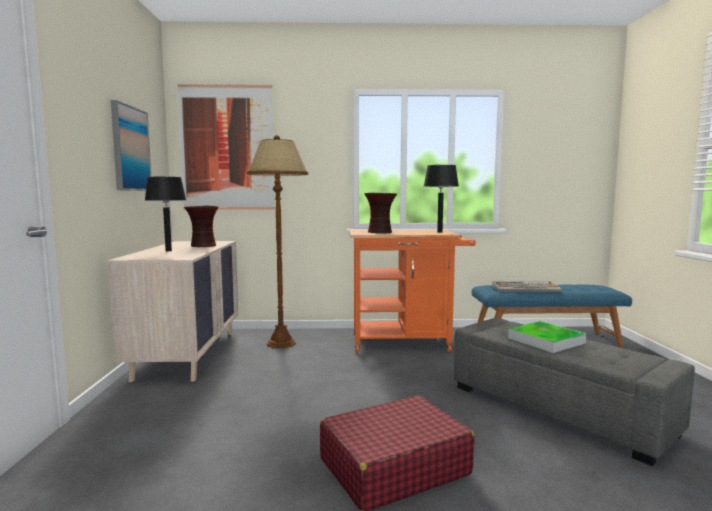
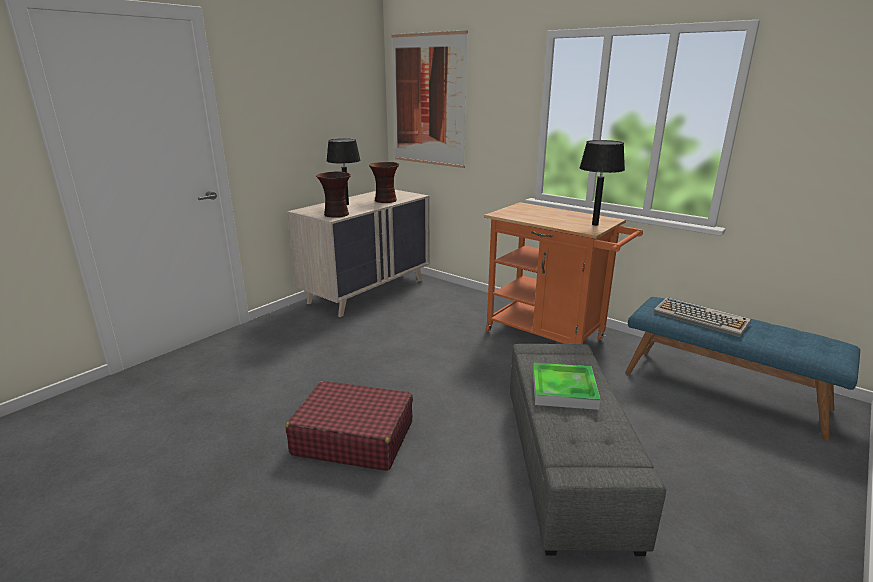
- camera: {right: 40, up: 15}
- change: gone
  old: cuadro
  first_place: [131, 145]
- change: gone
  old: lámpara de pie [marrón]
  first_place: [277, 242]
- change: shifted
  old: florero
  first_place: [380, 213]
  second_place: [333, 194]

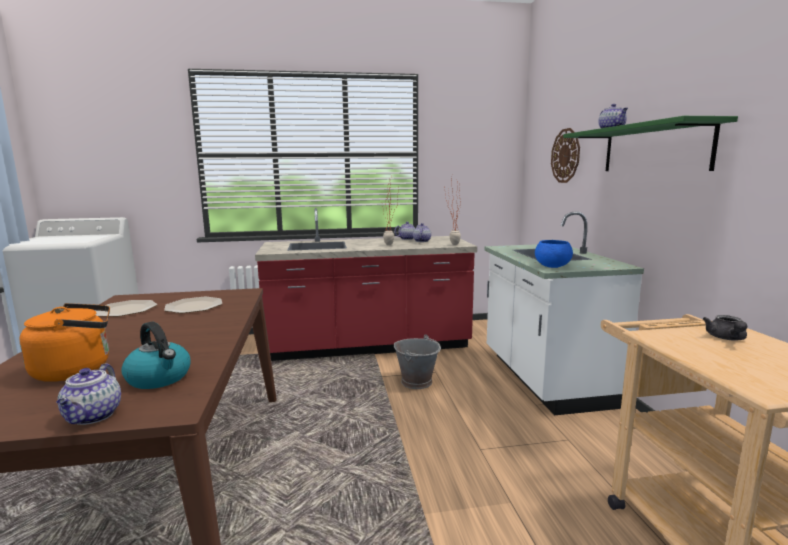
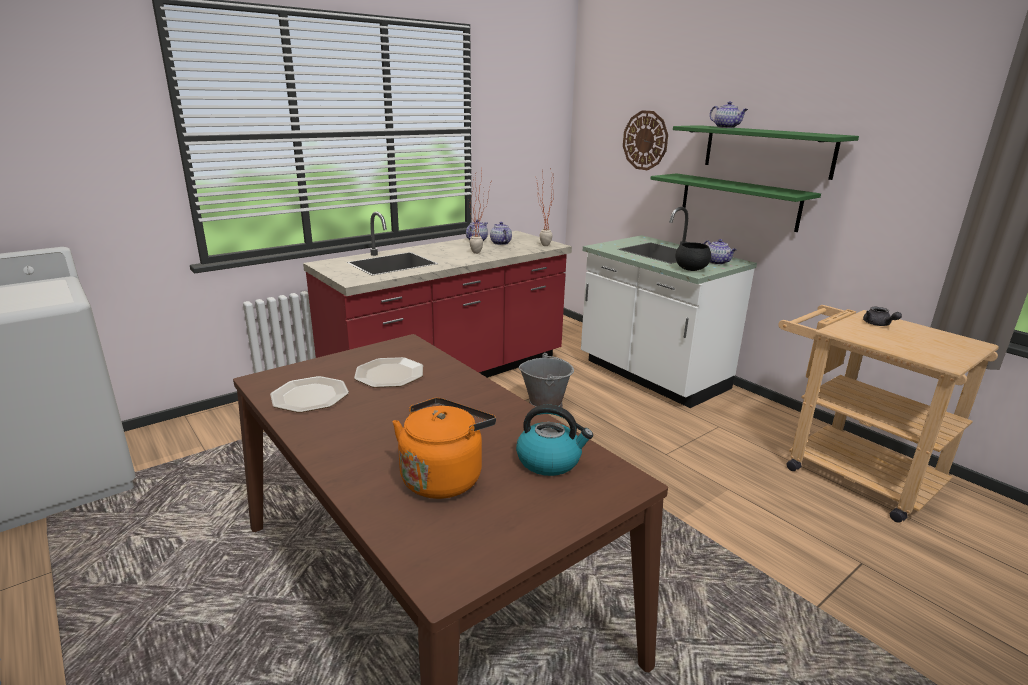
- camera: {right: -30, up: 10}
- change: repainted
  old: cuenco [azul]
  new: cuenco [negro]
  first_place: [554, 254]
  second_place: [693, 256]
- change: shifted
  old: tetera
  first_place: [88, 394]
  second_place: [720, 252]
- change: new
  new: estante [verde]
  second_place: [735, 202]

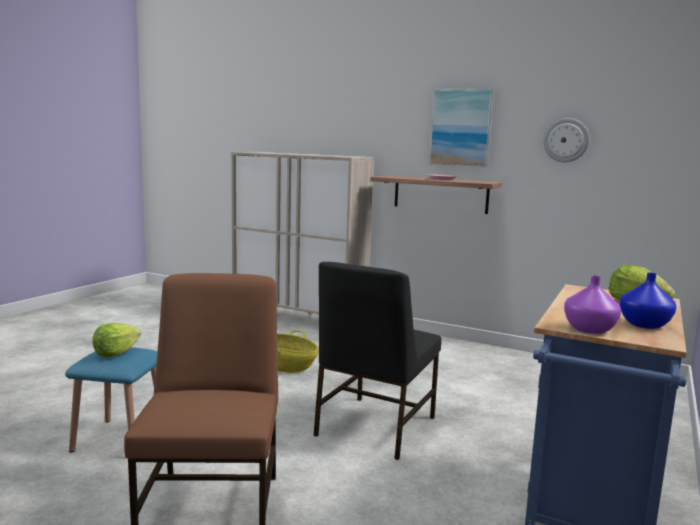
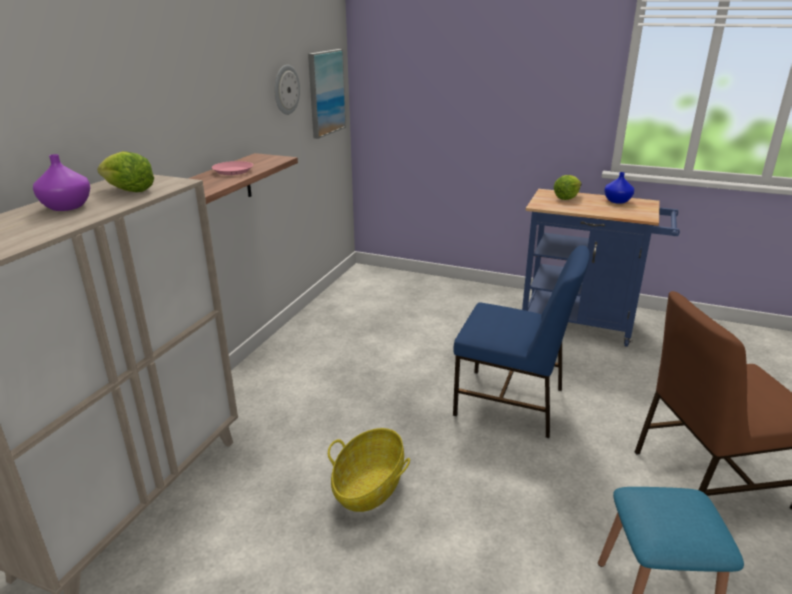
- camera: {right: -95, up: 15}
- change: shifted
  old: cuadro
  first_place: [461, 127]
  second_place: [327, 94]
- change: repainted
  old: silla [negro]
  new: silla [azul]
  first_place: [377, 361]
  second_place: [521, 341]
- change: shifted
  old: florero [morado]
  first_place: [592, 304]
  second_place: [61, 182]
- change: shifted
  old: lechuga
  first_place: [116, 340]
  second_place: [125, 171]

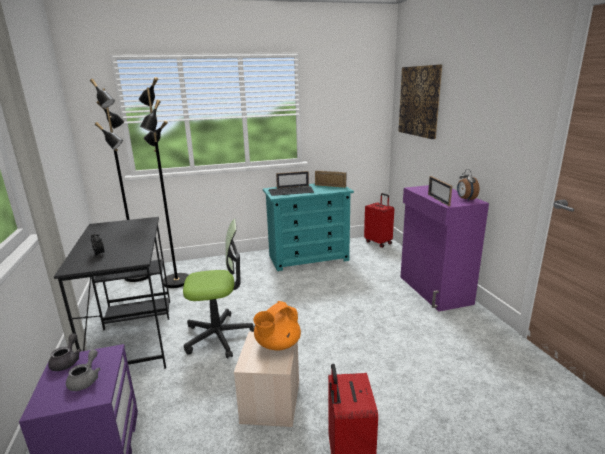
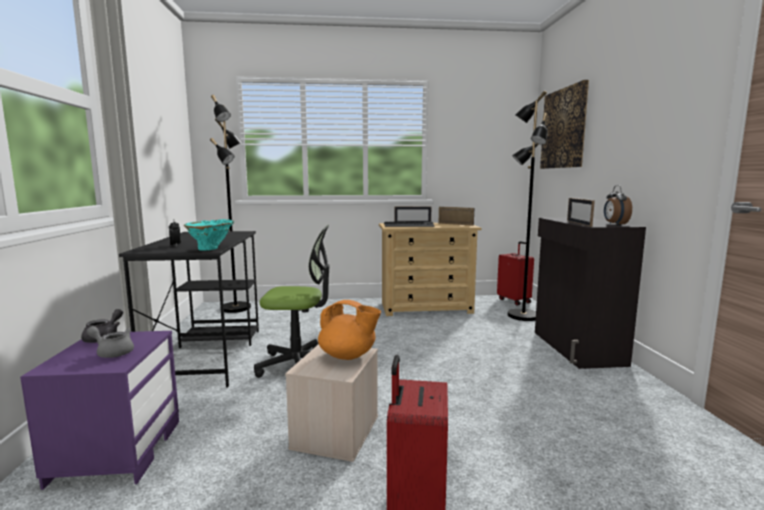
- camera: {right: 10, up: -10}
- change: shifted
  old: lámpara de pie [negro]
  first_place: [164, 182]
  second_place: [528, 206]
- change: repainted
  old: cómoda [turquesa]
  new: cómoda [beis]
  first_place: [308, 227]
  second_place: [430, 269]
- change: repainted
  old: armario [morado]
  new: armario [negro]
  first_place: [444, 248]
  second_place: [590, 293]
- change: rotated
  old: tetera [naranja]
  first_place: [277, 326]
  second_place: [349, 330]
  degrees: -120
- change: rotated
  old: tetera [gris]
  first_place: [83, 370]
  second_place: [110, 342]
  degrees: -90
- change: new
  new: florero [turquesa]
  second_place: [208, 235]

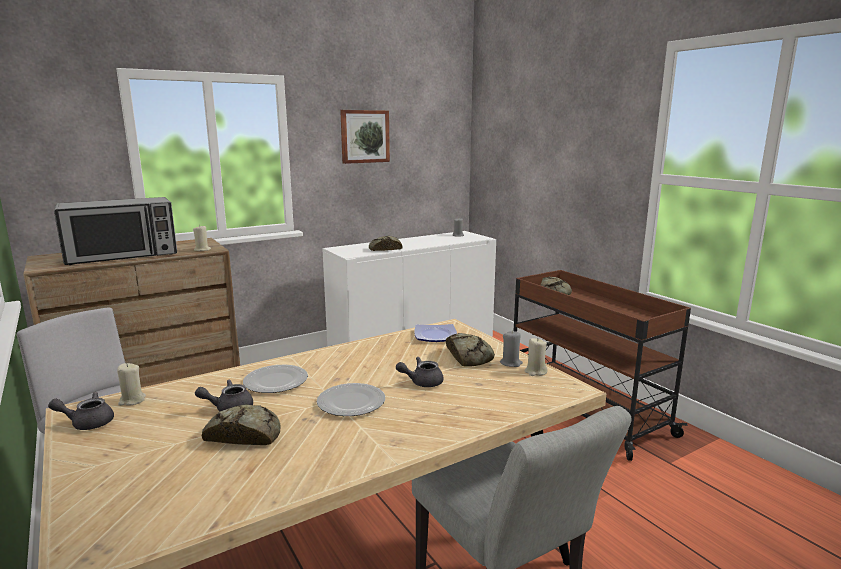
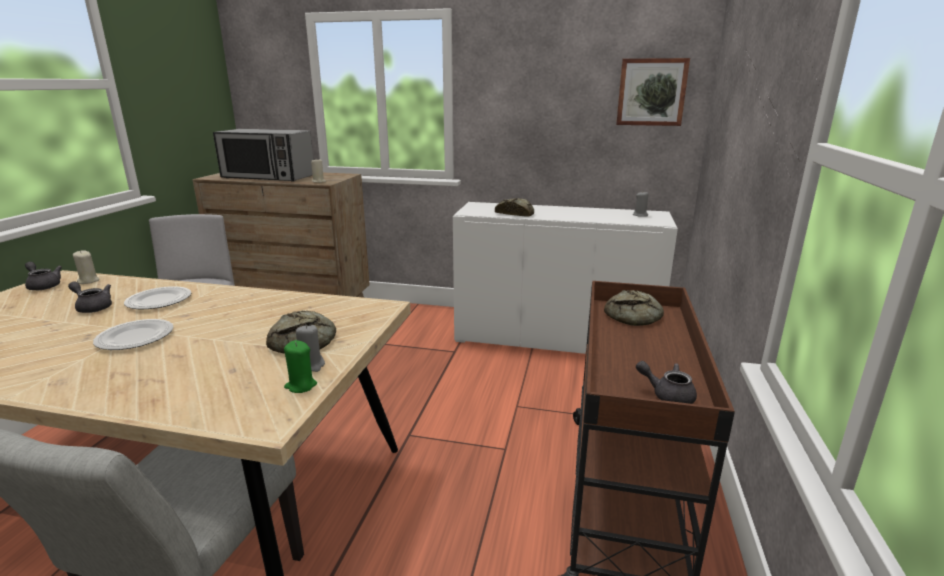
- camera: {right: 45, up: 5}
- change: shifted
  old: cuadro
  first_place: [365, 137]
  second_place: [653, 92]
- change: gone
  old: plato
  first_place: [435, 333]
- change: repainted
  old: vela [beis]
  new: vela [verde]
  first_place: [536, 357]
  second_place: [300, 366]
- change: shifted
  old: tetera [gris]
  first_place: [420, 372]
  second_place: [666, 382]
- change: gone
  old: pan
  first_place: [241, 424]

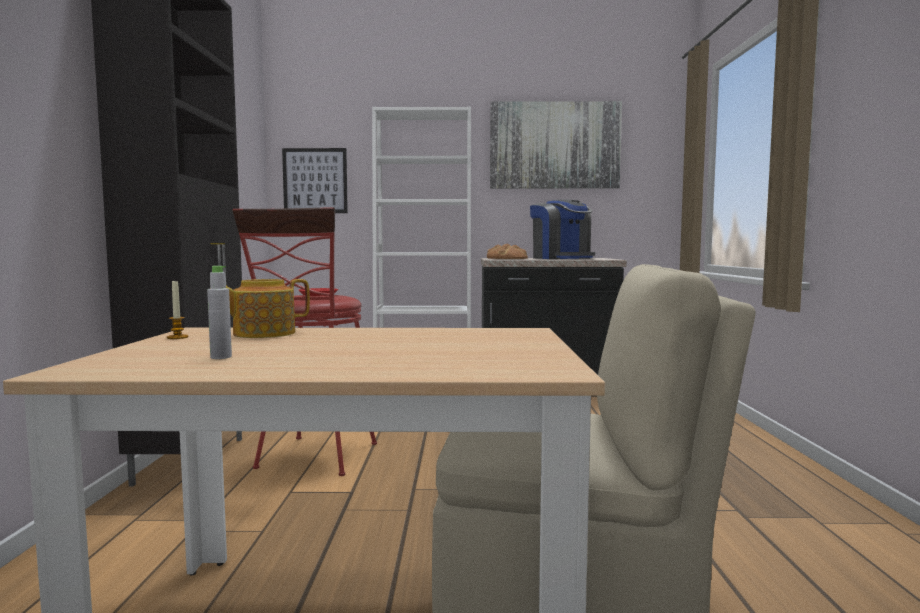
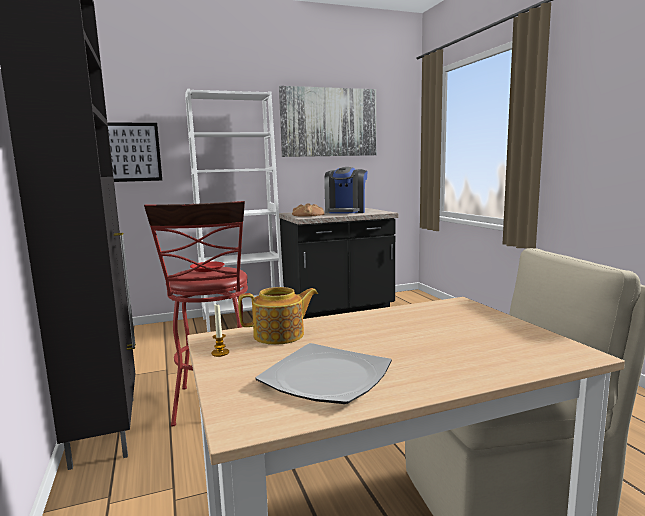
- camera: {right: -20, up: 5}
- change: rotated
  old: cafetera
  first_place: [562, 229]
  second_place: [346, 190]
  degrees: 60
- change: swapped
  old: botella [gris]
  new: plato
  first_place: [219, 312]
  second_place: [323, 373]
- change: rotated
  old: tetera
  first_place: [260, 308]
  second_place: [278, 316]
  degrees: -150

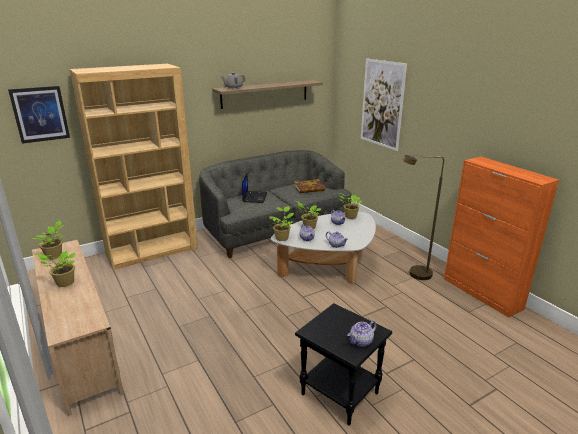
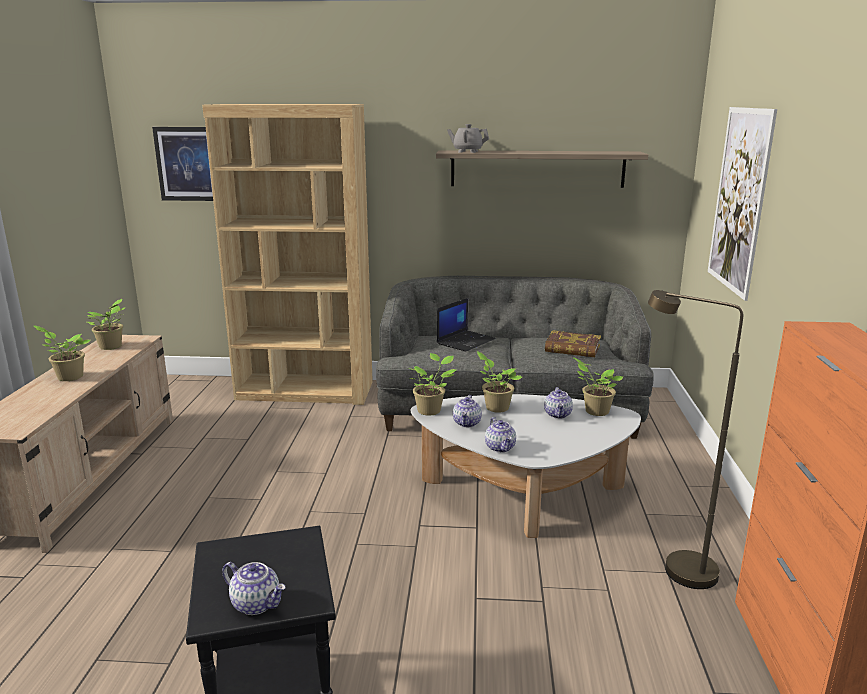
- camera: {right: 35, up: -5}
- change: rotated
  old: tetera
  first_place: [362, 333]
  second_place: [254, 588]
  degrees: -150

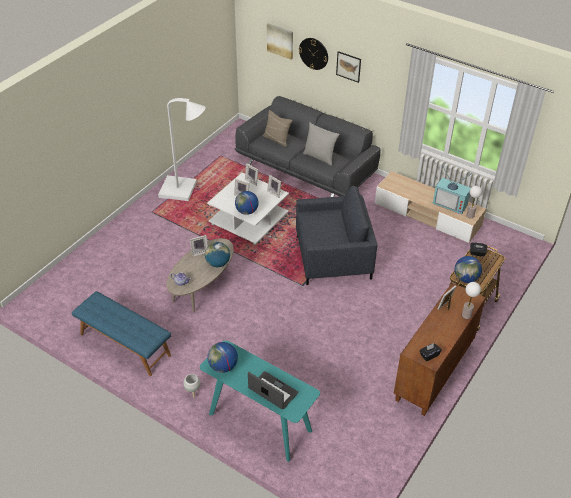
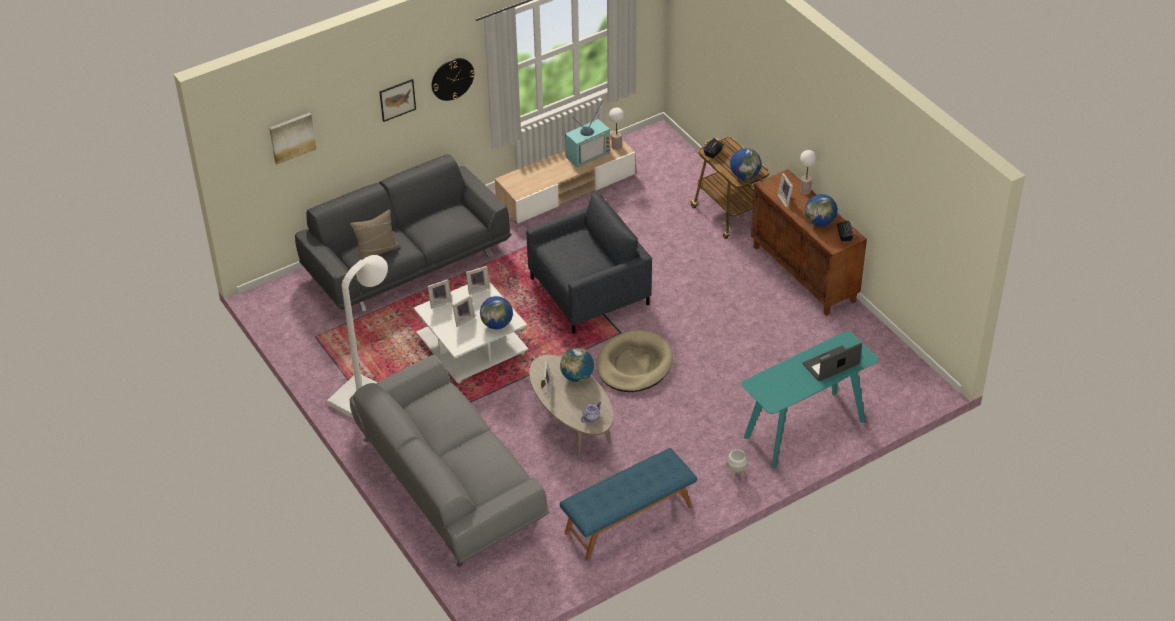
- camera: {right: -65, up: 0}
- change: shifted
  old: reloj de pared
  first_place: [313, 54]
  second_place: [453, 79]
- change: gone
  old: cojín [gris]
  first_place: [321, 144]
- change: rotated
  old: sillón [gris]
  first_place: [337, 235]
  second_place: [589, 263]
  degrees: 45
- change: shifted
  old: globo terráqueo
  first_place: [222, 357]
  second_place: [821, 210]
- change: new
  new: cama para perro [beis]
  second_place: [635, 361]
- change: new
  new: sofá [gris]
  second_place: [449, 461]

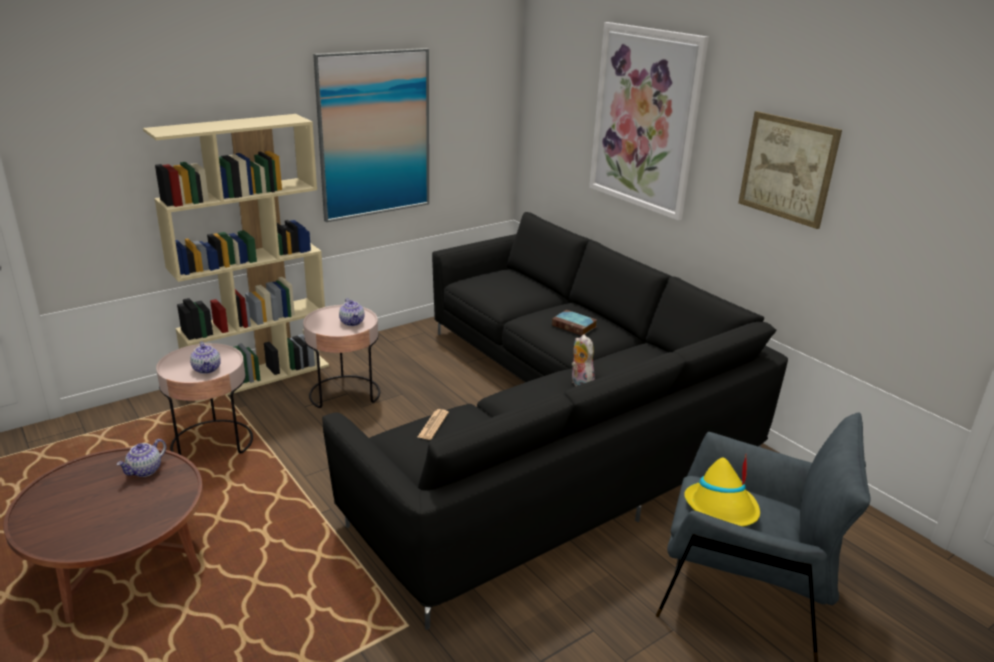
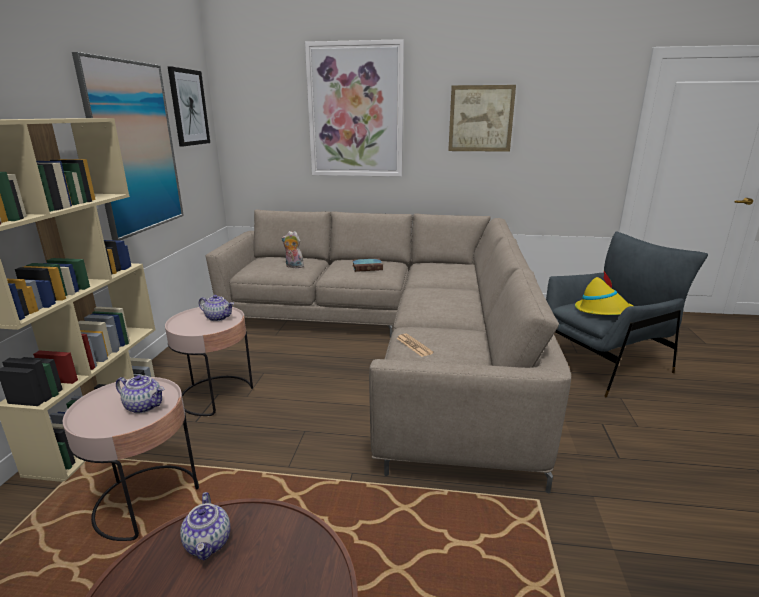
- camera: {right: -45, up: -5}
- change: repainted
  old: sofá [negro]
  new: sofá [beis]
  first_place: [555, 421]
  second_place: [388, 351]
- change: shifted
  old: peluche
  first_place: [583, 360]
  second_place: [293, 249]
- change: new
  new: cuadro
  second_place: [188, 106]

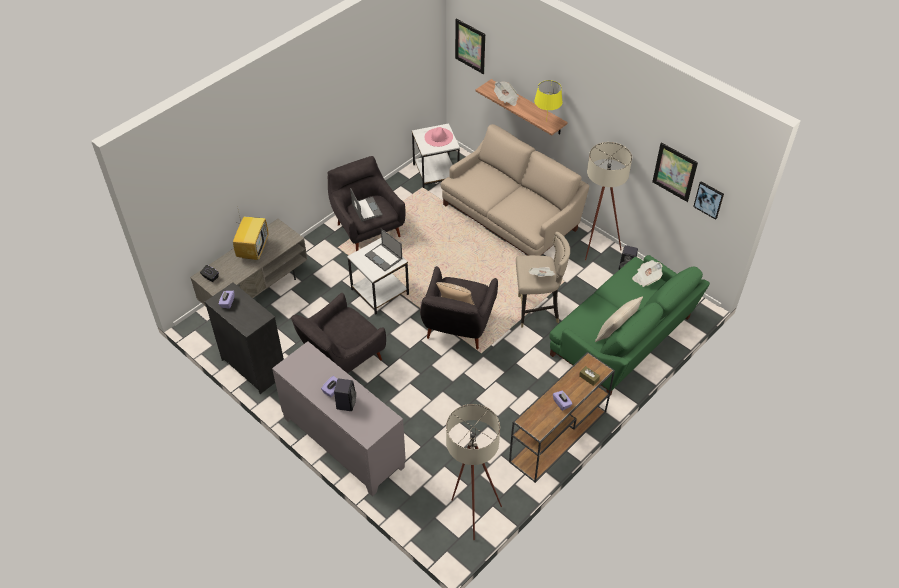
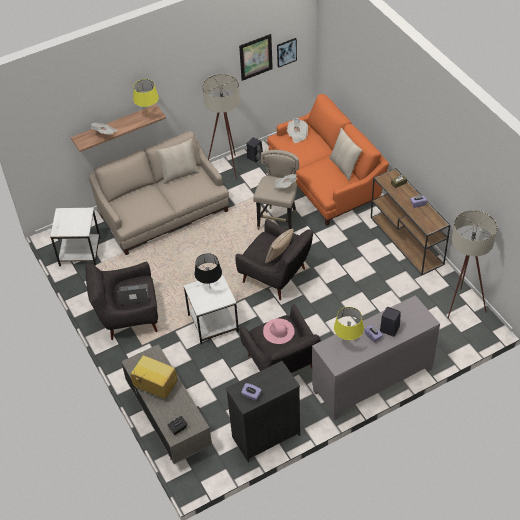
- camera: {right: -70, up: 0}
- change: gone
  old: cuadro
  first_place: [470, 46]
- change: shifted
  old: sombrero [rosa]
  first_place: [439, 137]
  second_place: [279, 331]
- change: swapped
  old: portátil
  new: lámpara de mesa [negro]
  first_place: [383, 250]
  second_place: [208, 268]
- change: repainted
  old: sofá [verde]
  new: sofá [naranja]
  first_place: [629, 325]
  second_place: [328, 160]
- change: new
  new: cojín [beis]
  second_place: [178, 161]
- change: new
  new: lámpara de mesa [amarillo]
  second_place: [349, 324]

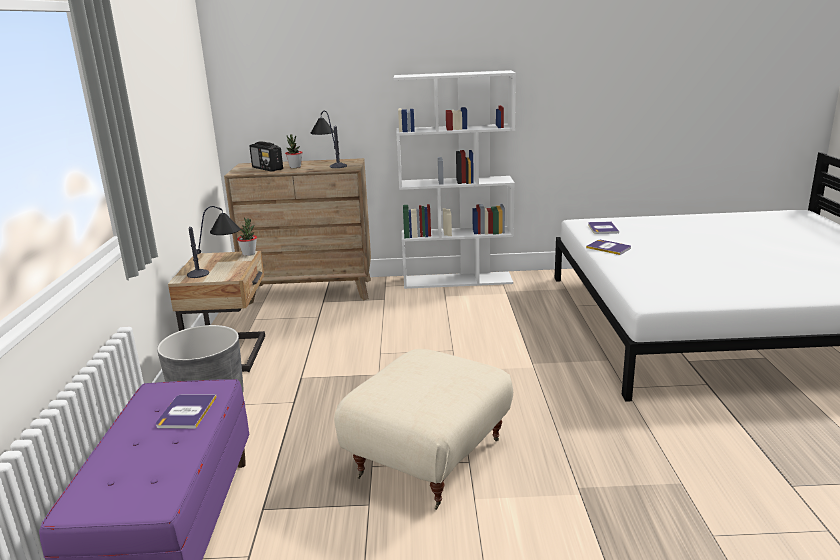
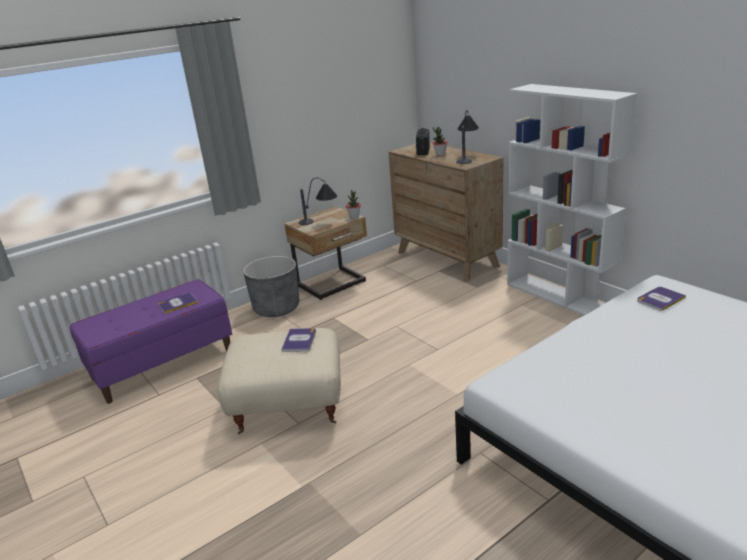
- camera: {right: 55, up: 5}
- change: shifted
  old: libro
  first_place: [608, 247]
  second_place: [298, 340]

